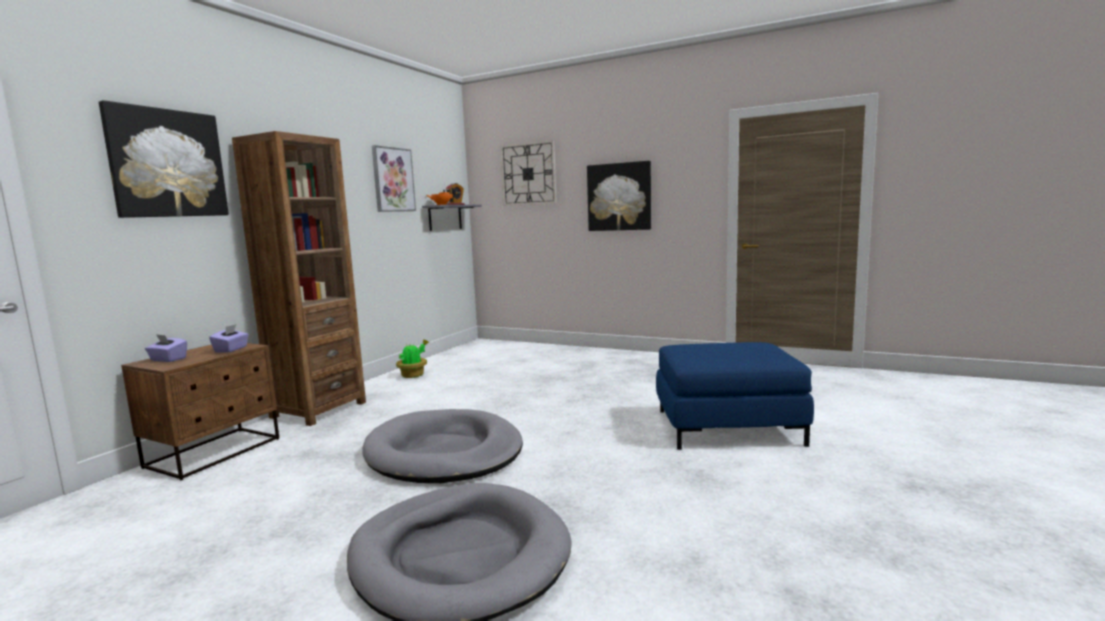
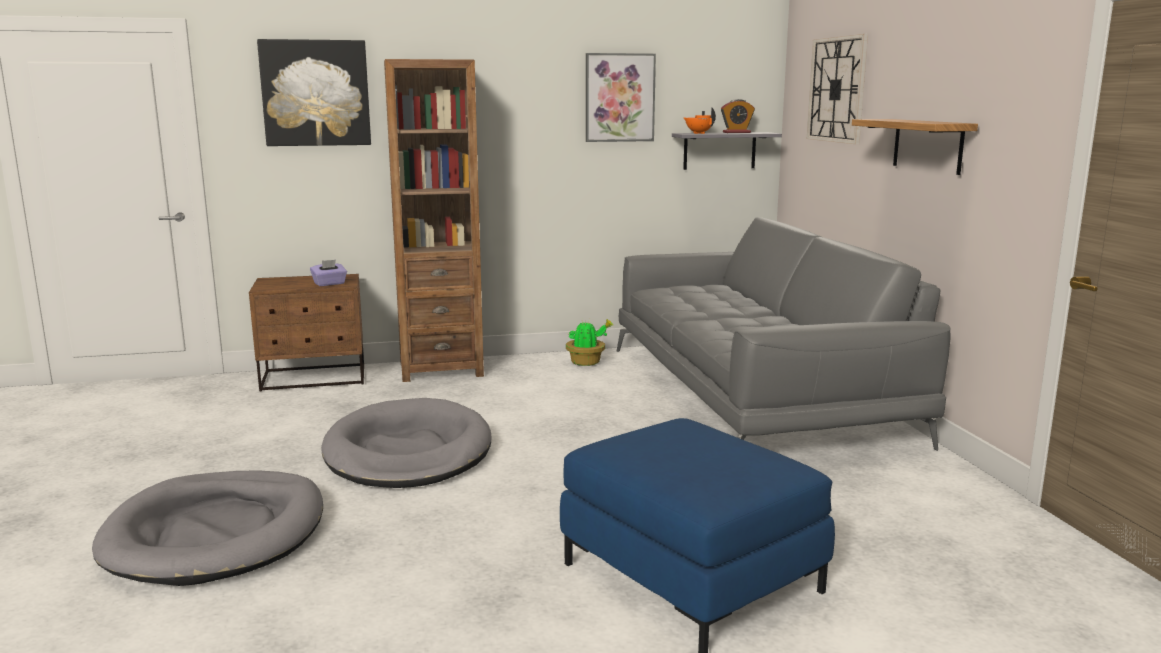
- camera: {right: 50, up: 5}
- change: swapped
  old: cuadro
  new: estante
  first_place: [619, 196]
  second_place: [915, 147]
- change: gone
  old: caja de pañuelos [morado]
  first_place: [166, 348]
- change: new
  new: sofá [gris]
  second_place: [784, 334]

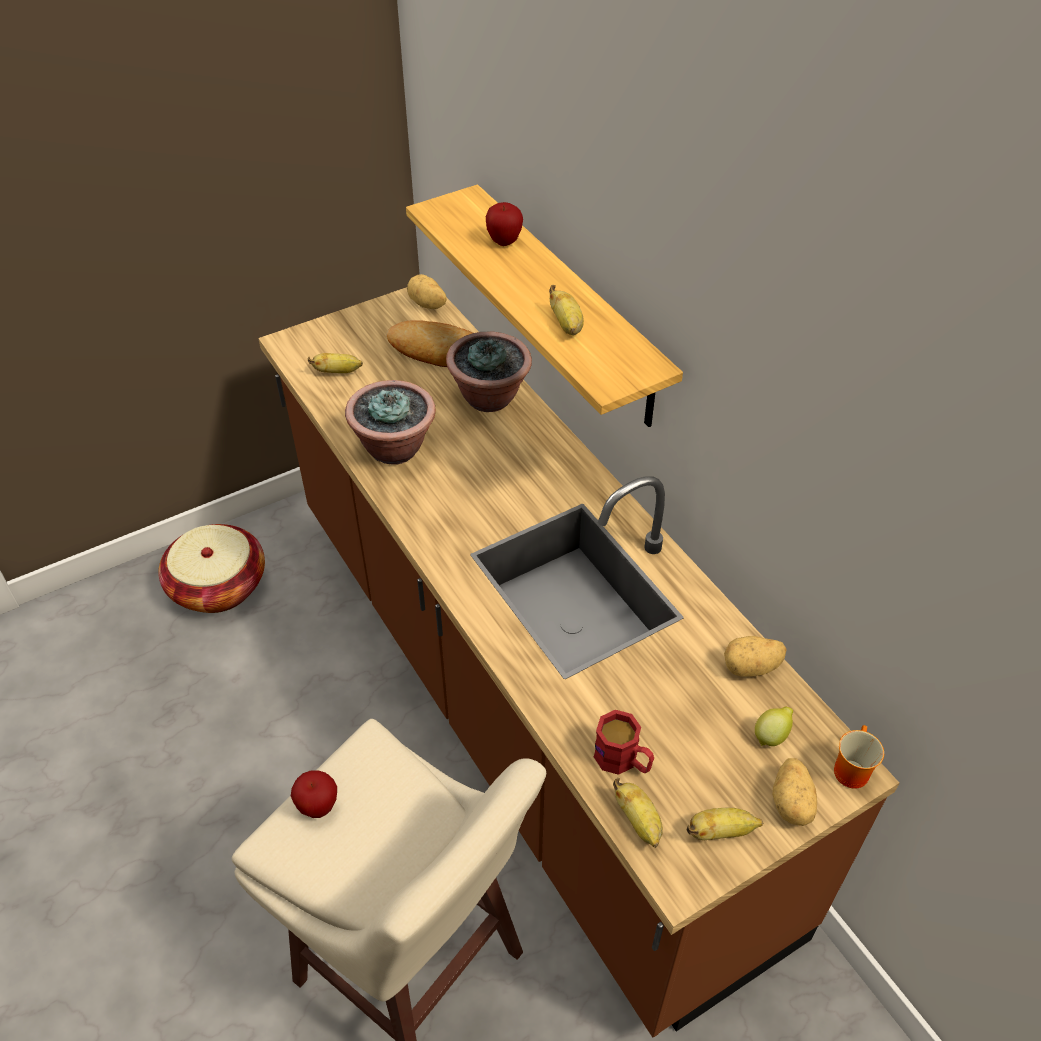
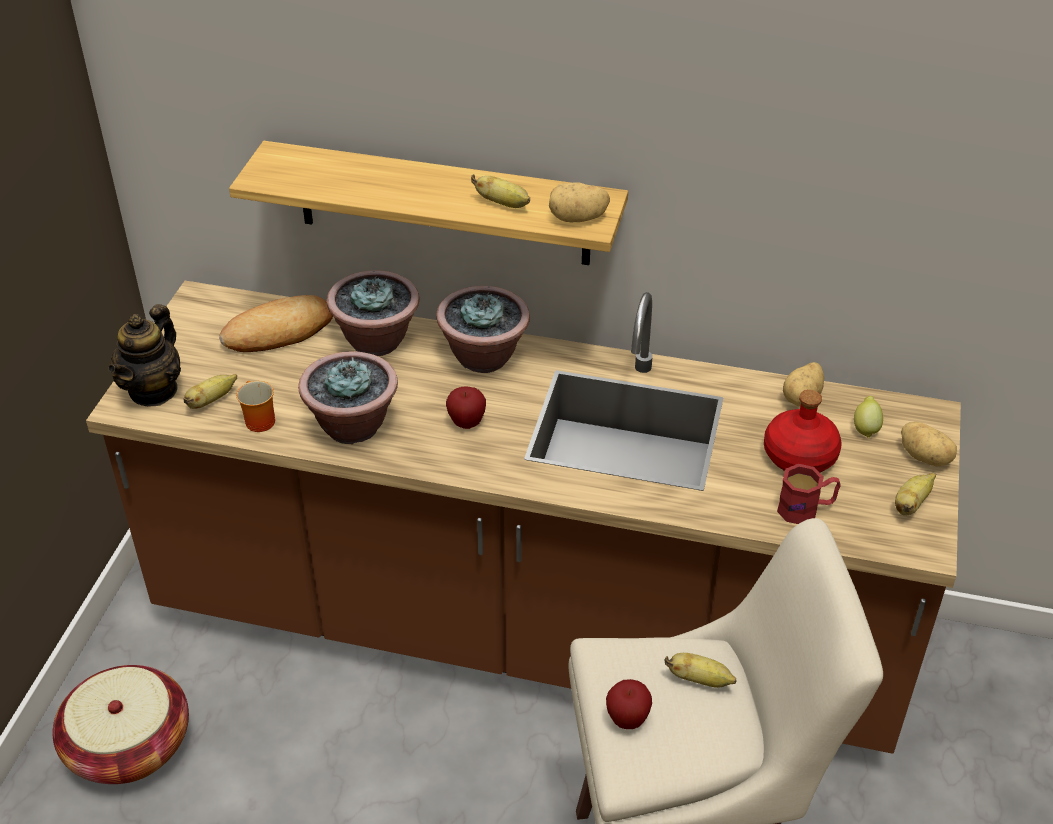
- camera: {right: -45, up: -5}
- change: shifted
  old: manzana
  first_place: [504, 224]
  second_place: [466, 408]
- change: shifted
  old: patata
  first_place: [427, 291]
  second_place: [579, 202]
- change: shifted
  old: taza grande
  first_place: [859, 756]
  second_place: [255, 406]
- change: shifted
  old: plátano
  first_place: [638, 813]
  second_place: [700, 670]
- change: new
  new: planta en maceta
  second_place: [483, 329]
- change: new
  new: tetera
  second_place: [144, 355]
- change: new
  new: botella [rojo]
  second_place: [803, 431]

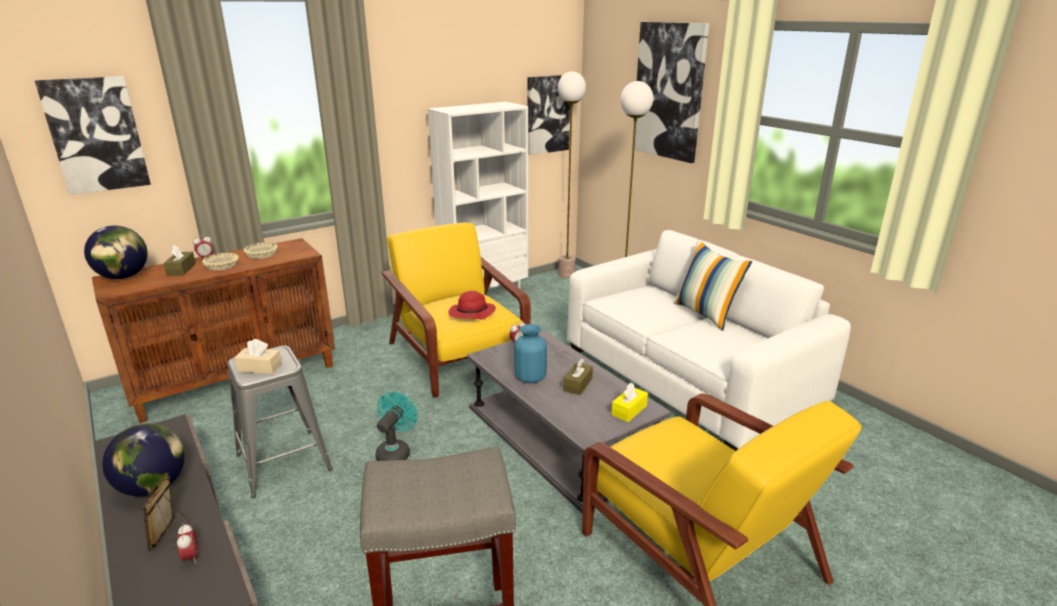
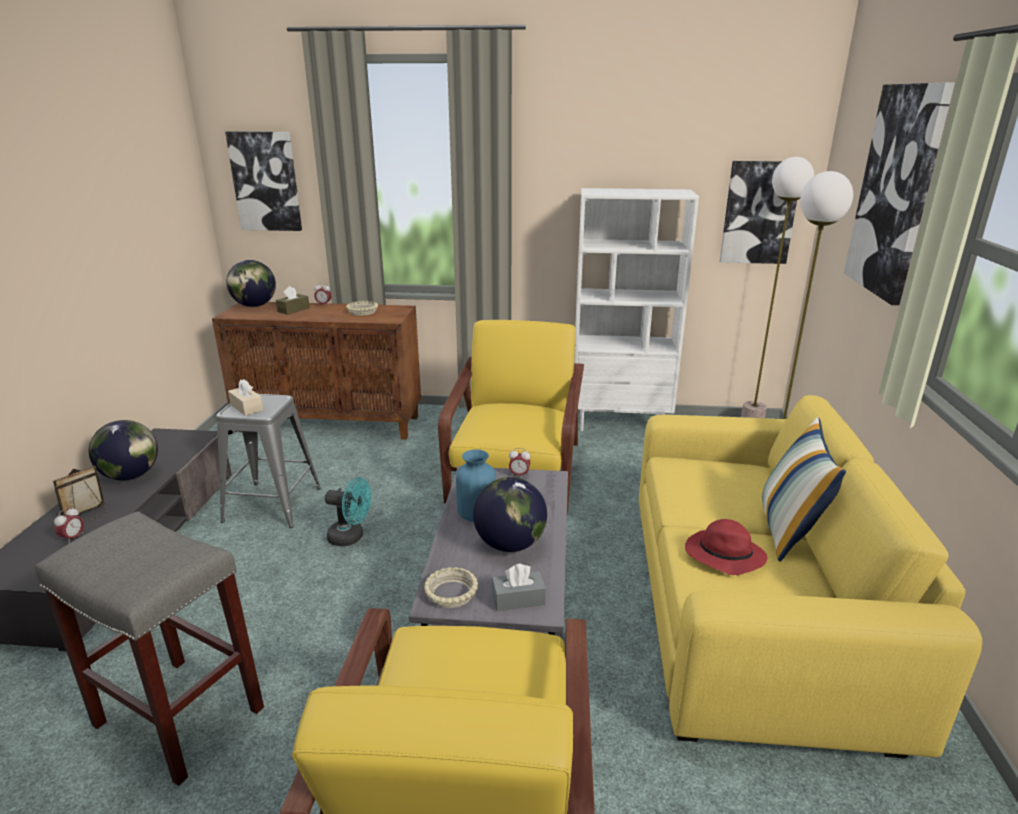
- camera: {right: 40, up: 0}
- change: repainted
  old: sofá [blanco]
  new: sofá [amarillo]
  first_place: [709, 340]
  second_place: [810, 576]
- change: shifted
  old: cuenco [beis]
  first_place: [220, 261]
  second_place: [451, 587]
- change: shifted
  old: sombrero [rojo]
  first_place: [472, 305]
  second_place: [726, 547]
- change: swapped
  old: caja de pañuelos [marrón]
  new: globo terráqueo
  first_place: [578, 377]
  second_place: [510, 514]
- change: repainted
  old: caja de pañuelos [amarillo]
  new: caja de pañuelos [gris]
  first_place: [629, 402]
  second_place: [519, 587]
- change: rotated
  old: ventilador [turquesa]
  first_place: [396, 426]
  second_place: [348, 511]
  degrees: 45

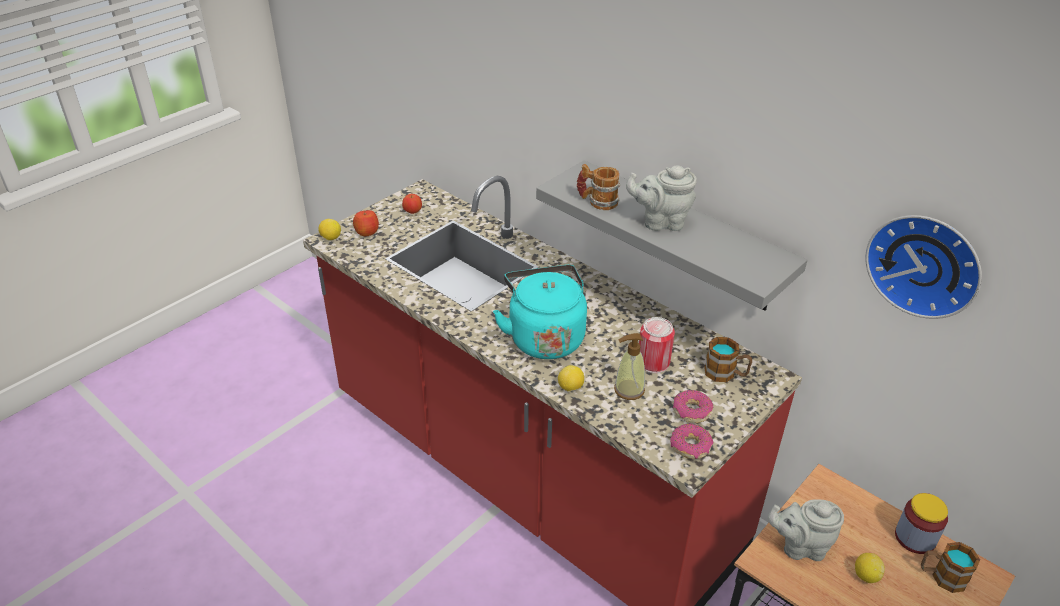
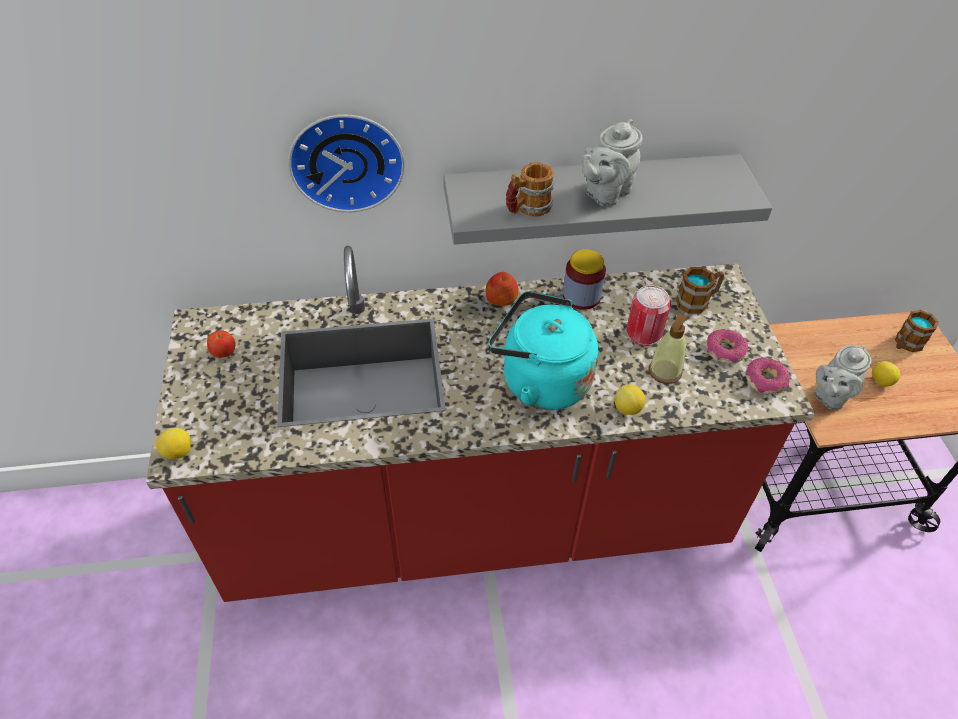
- camera: {right: -50, up: 10}
- change: shifted
  old: manzana
  first_place: [366, 223]
  second_place: [501, 289]
- change: shifted
  old: reloj de pared
  first_place: [923, 267]
  second_place: [346, 163]
- change: shifted
  old: tarro
  first_place: [921, 523]
  second_place: [584, 279]

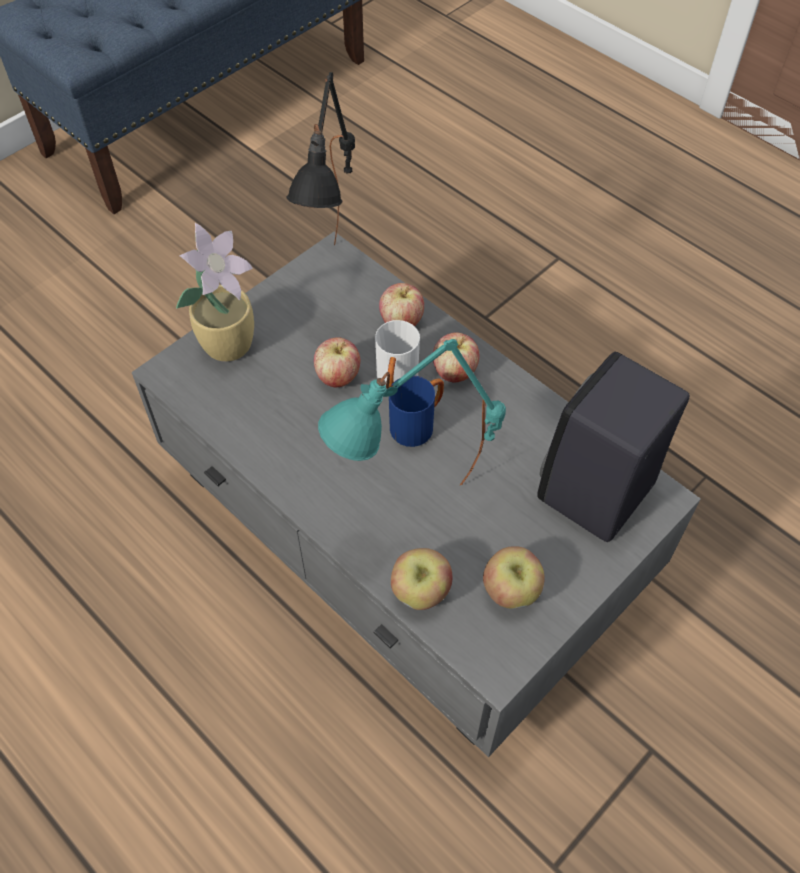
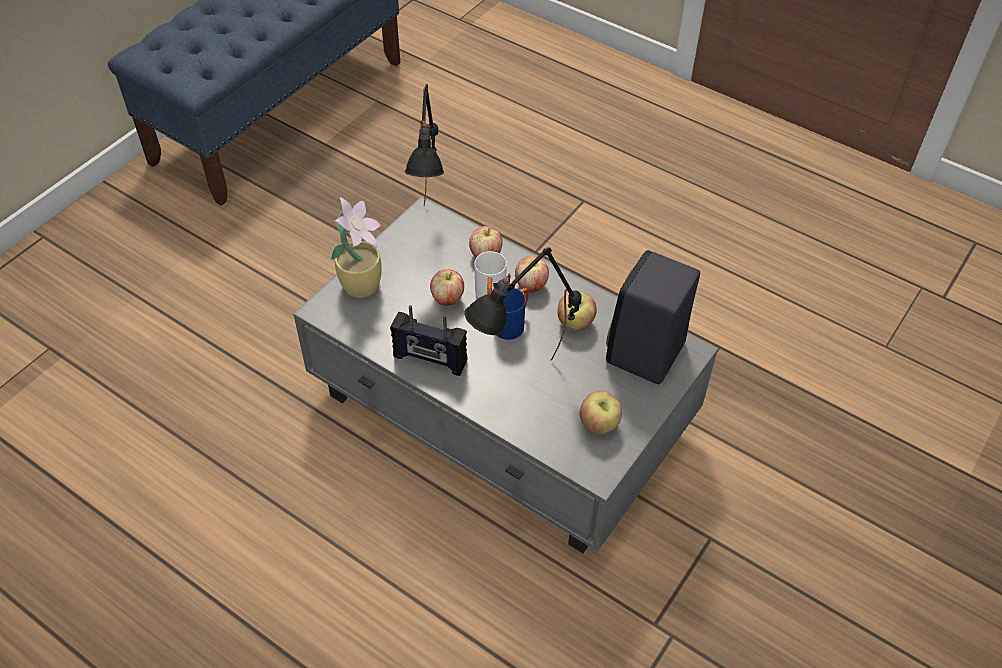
- camera: {right: -10, up: -5}
- change: repainted
  old: lámpara de mesa [turquesa]
  new: lámpara de mesa [negro]
  first_place: [412, 412]
  second_place: [523, 304]
- change: shifted
  old: manzana
  first_place: [422, 579]
  second_place: [577, 311]
- change: new
  new: radio
  second_place: [429, 340]

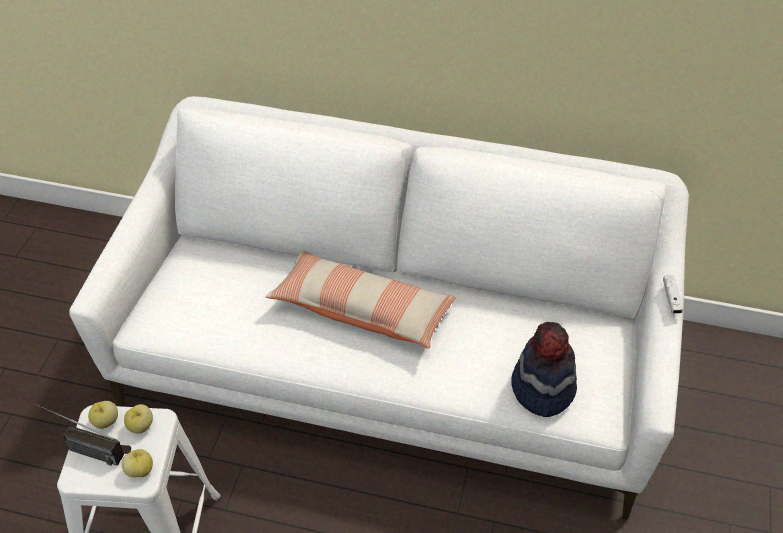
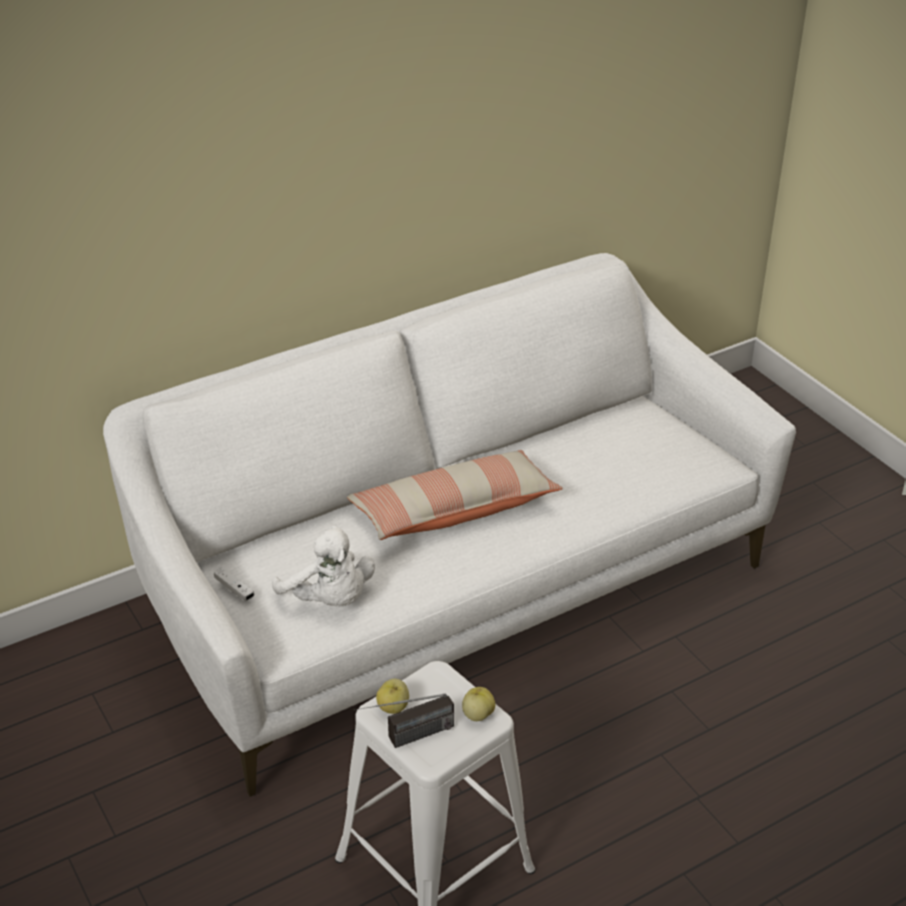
- camera: {right: -45, up: -10}
- change: shifted
  old: mando de consola [blanco]
  first_place: [673, 295]
  second_place: [234, 584]
- change: gone
  old: sombrero
  first_place: [544, 369]
- change: gone
  old: manzana
  first_place: [138, 419]
- change: new
  new: peluche [blanco]
  second_place: [323, 565]

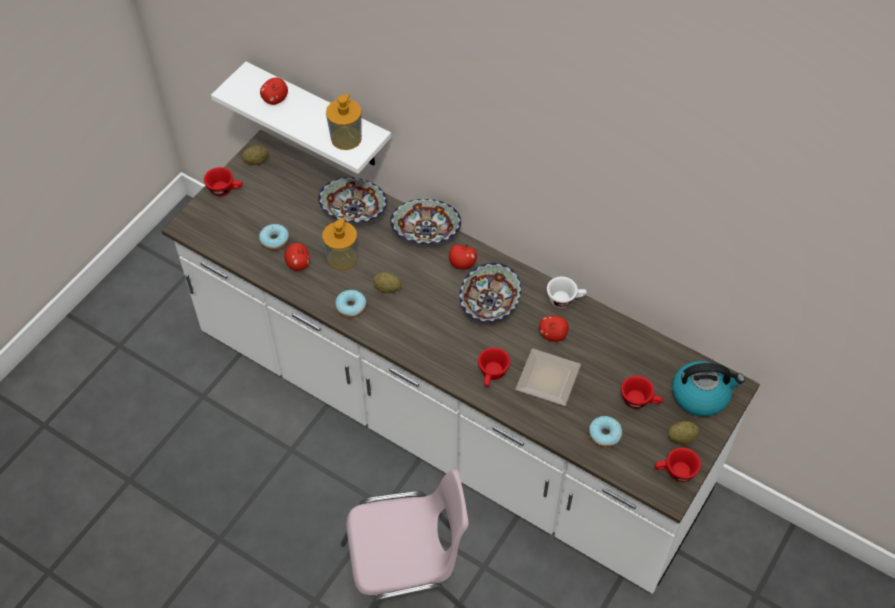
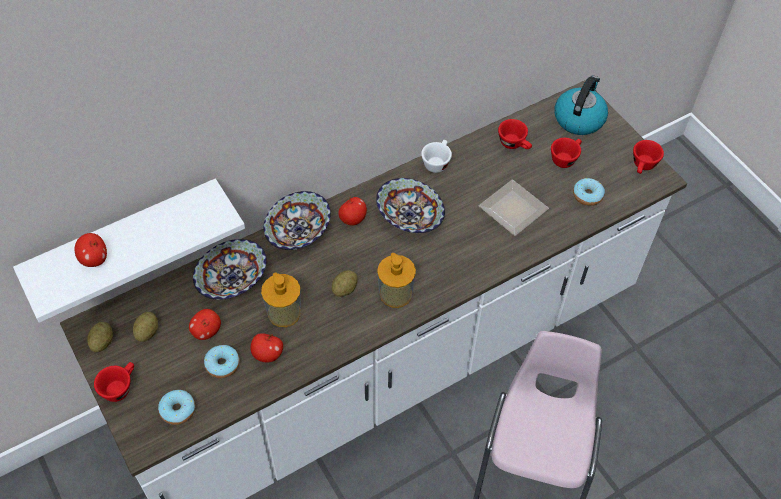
- camera: {right: -65, up: 0}
- change: shifted
  old: dispensador de jabón
  first_place: [344, 122]
  second_place: [396, 280]
- change: shifted
  old: rosquilla
  first_place: [351, 304]
  second_place: [176, 407]
- change: shifted
  old: manzana
  first_place: [554, 328]
  second_place: [205, 324]
- change: shifted
  old: taza [rojo]
  first_place: [494, 367]
  second_place: [515, 134]
- change: shifted
  old: patata
  first_place: [683, 432]
  second_place: [145, 327]

